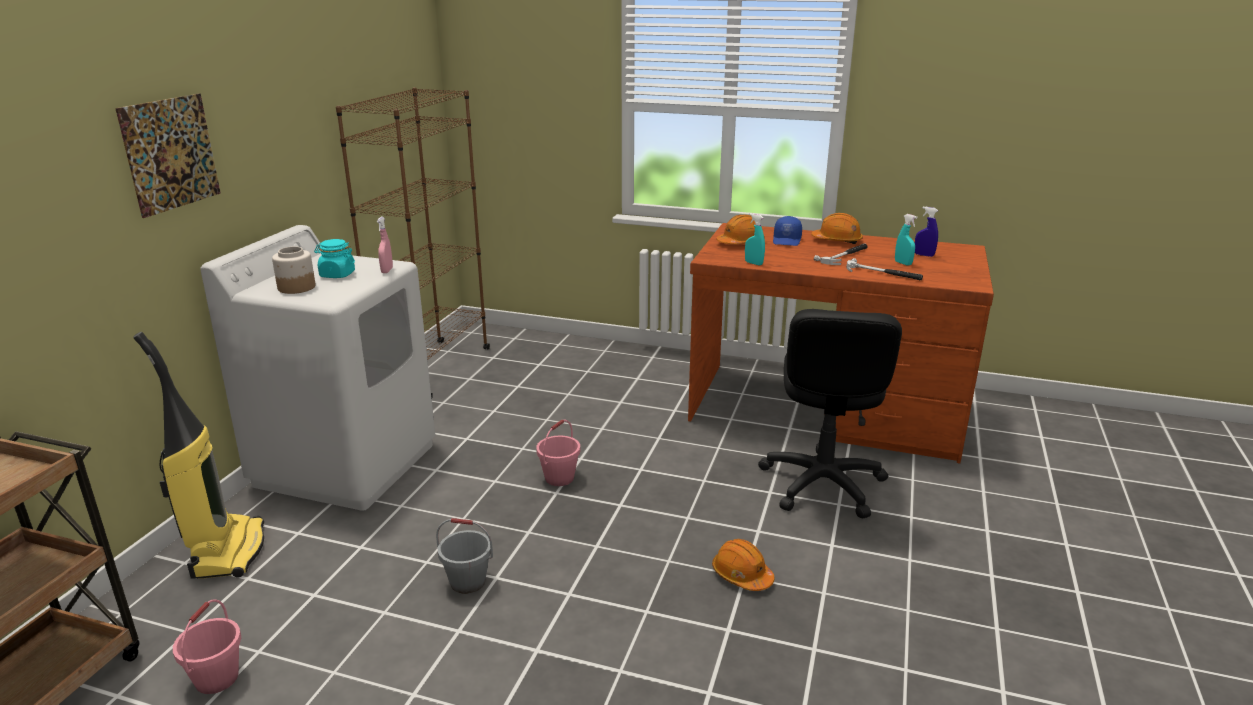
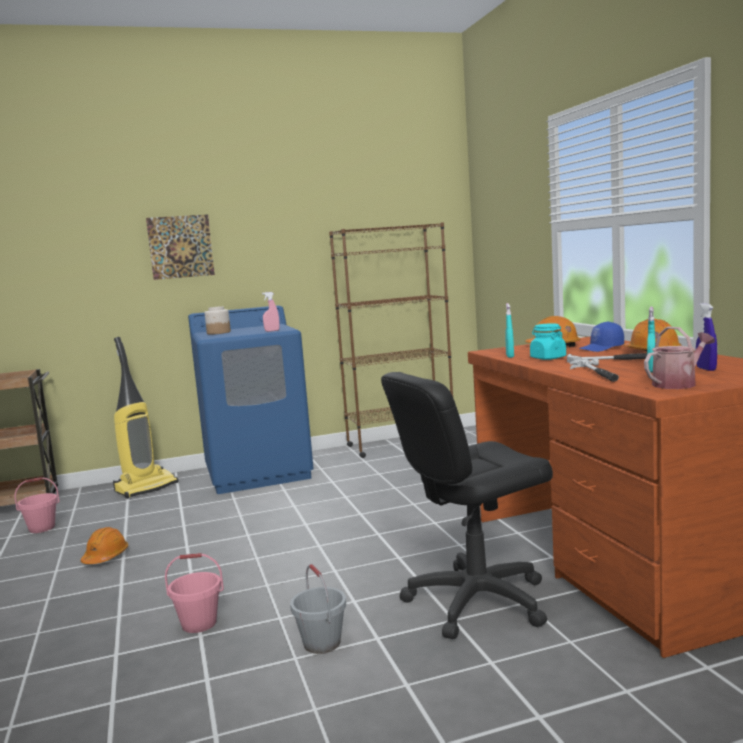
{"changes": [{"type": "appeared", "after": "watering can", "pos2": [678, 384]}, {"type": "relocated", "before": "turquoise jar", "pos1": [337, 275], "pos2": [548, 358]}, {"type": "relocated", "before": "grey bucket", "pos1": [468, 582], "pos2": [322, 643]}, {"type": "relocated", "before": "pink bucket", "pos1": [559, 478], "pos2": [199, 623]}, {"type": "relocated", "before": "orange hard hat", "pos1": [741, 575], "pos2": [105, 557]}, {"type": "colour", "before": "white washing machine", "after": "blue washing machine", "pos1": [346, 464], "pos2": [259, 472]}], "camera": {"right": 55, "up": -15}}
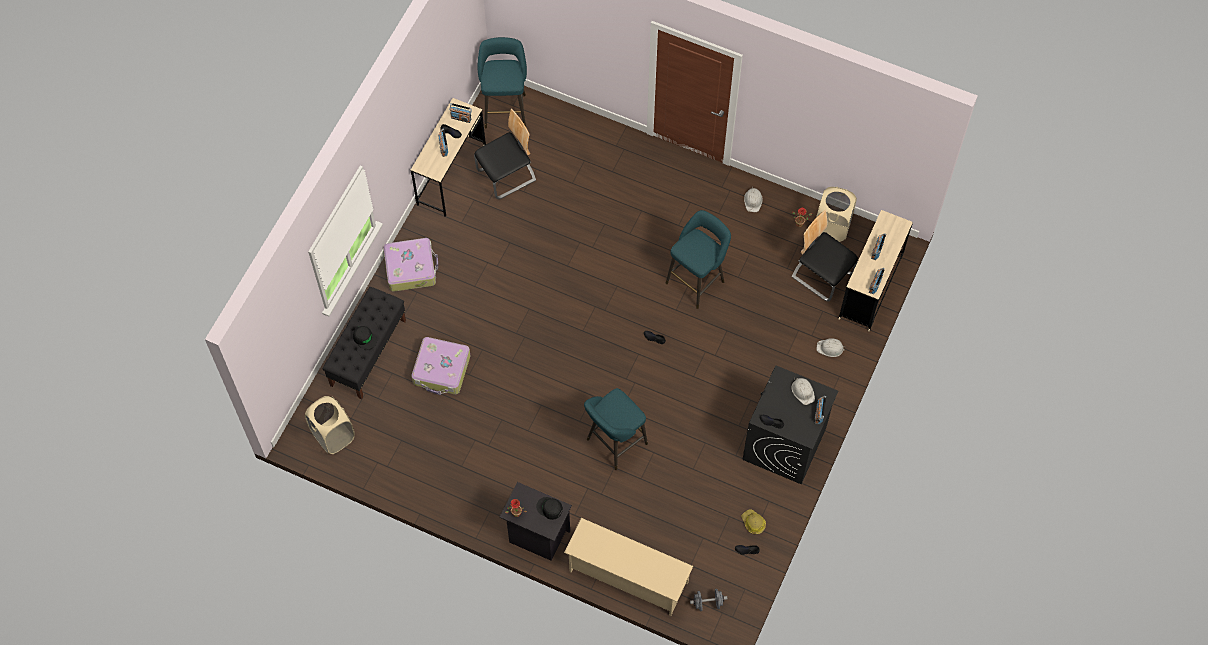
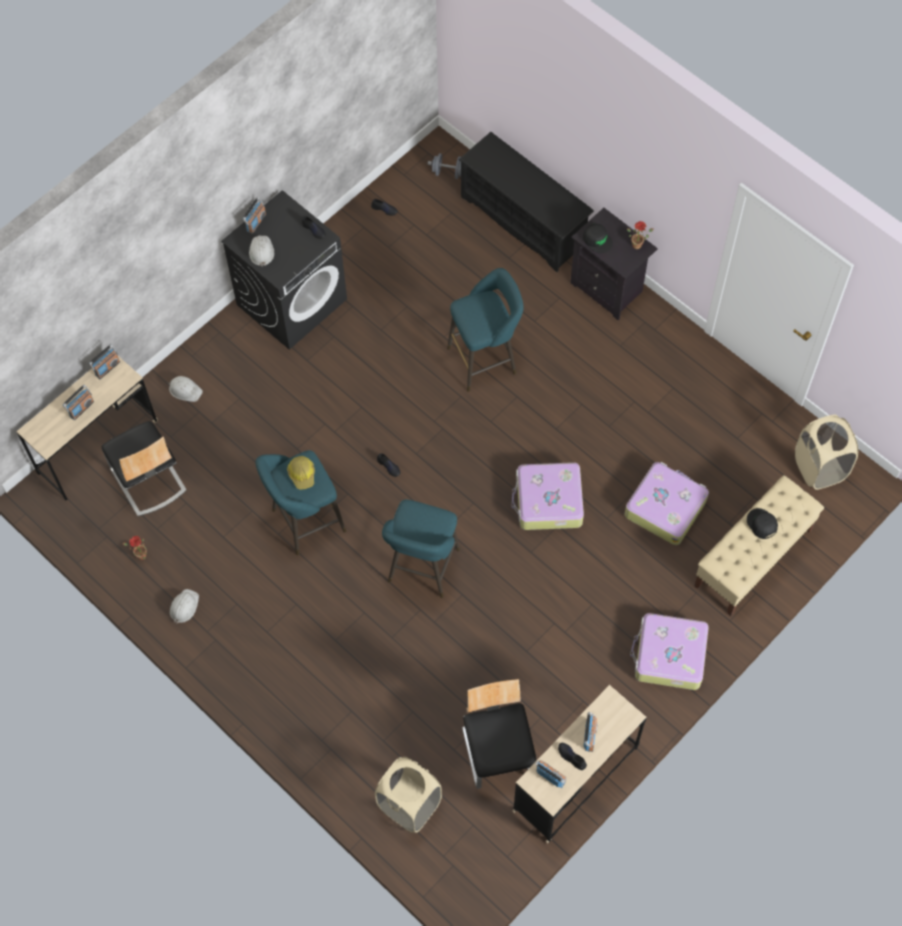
{"changes": [{"type": "appeared", "after": "suitcase", "pos2": [548, 501]}, {"type": "relocated", "before": "turquoise stool", "pos1": [505, 108], "pos2": [422, 569]}, {"type": "relocated", "before": "hard hat", "pos1": [753, 523], "pos2": [302, 474]}, {"type": "relocated", "before": "beige laundry basket", "pos1": [832, 227], "pos2": [409, 805]}, {"type": "colour", "before": "black bench", "after": "beige bench", "pos1": [368, 352], "pos2": [753, 558]}, {"type": "colour", "before": "beige shoe rack", "after": "black shoe rack", "pos1": [627, 577], "pos2": [524, 220]}, {"type": "spun", "before": "chair", "pos1": [507, 176], "pos2": [498, 752], "turn": 90}], "camera": {"right": -160, "up": 0}}
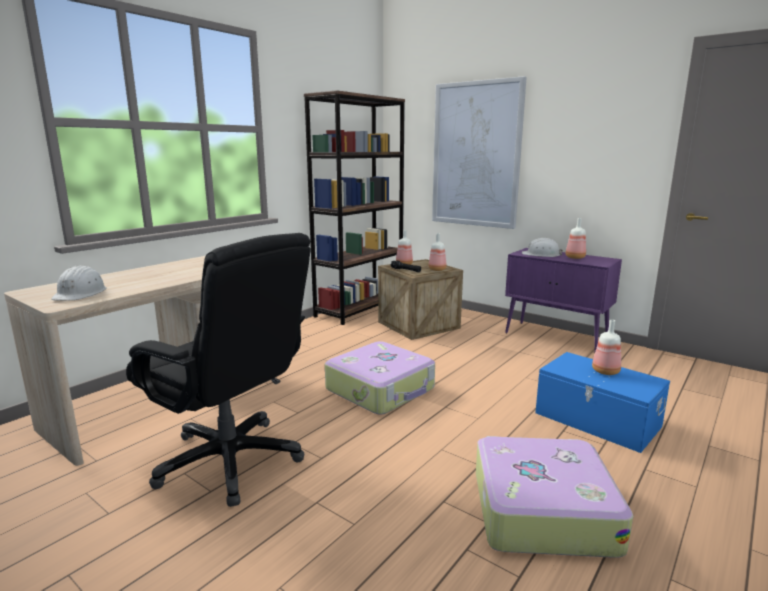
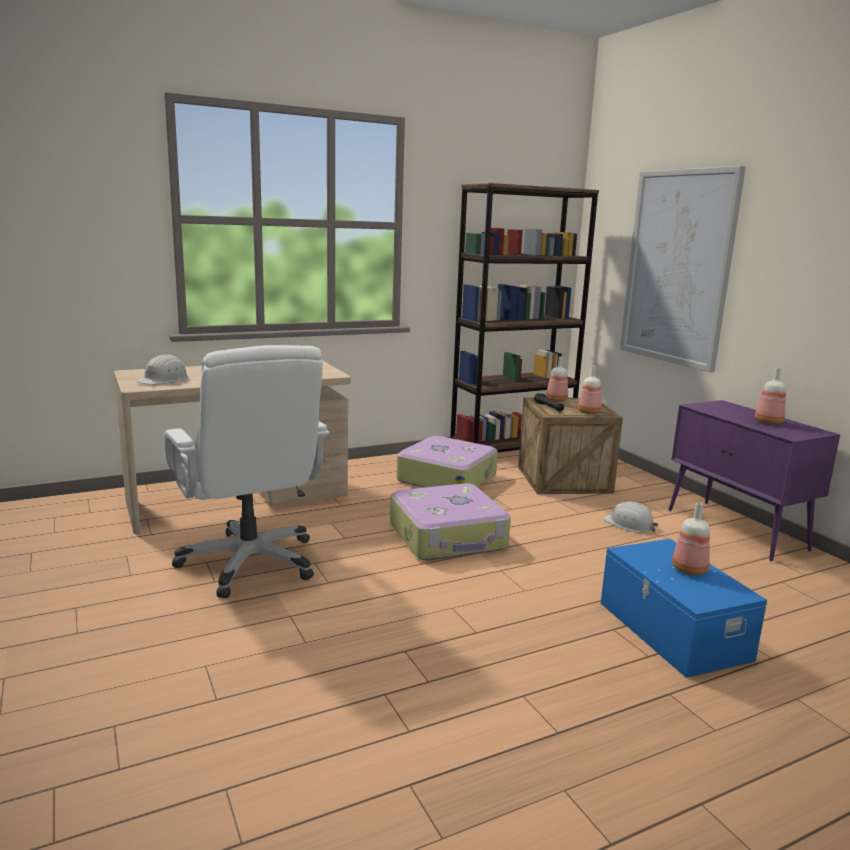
{"changes": [{"type": "relocated", "before": "suitcase", "pos1": [541, 509], "pos2": [446, 478]}, {"type": "relocated", "before": "white hard hat", "pos1": [541, 254], "pos2": [629, 524]}, {"type": "colour", "before": "black office chair", "after": "white office chair", "pos1": [231, 460], "pos2": [250, 563]}], "camera": {"right": 25, "up": 0}}
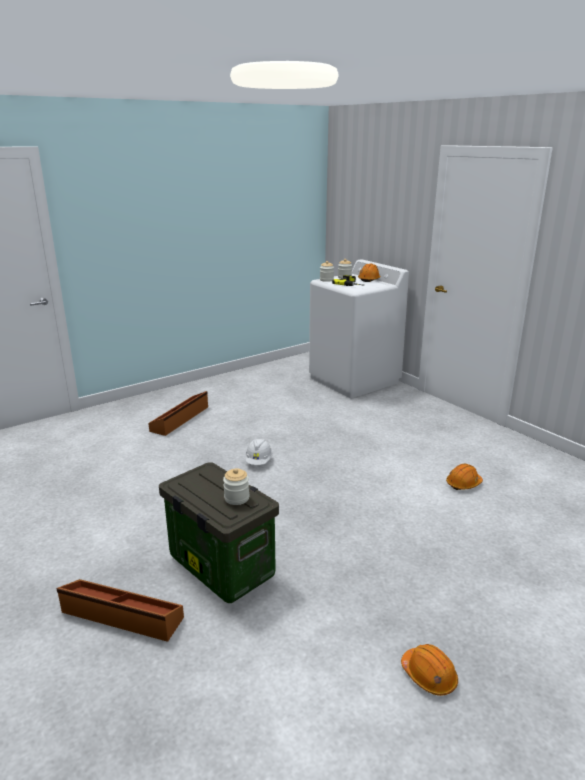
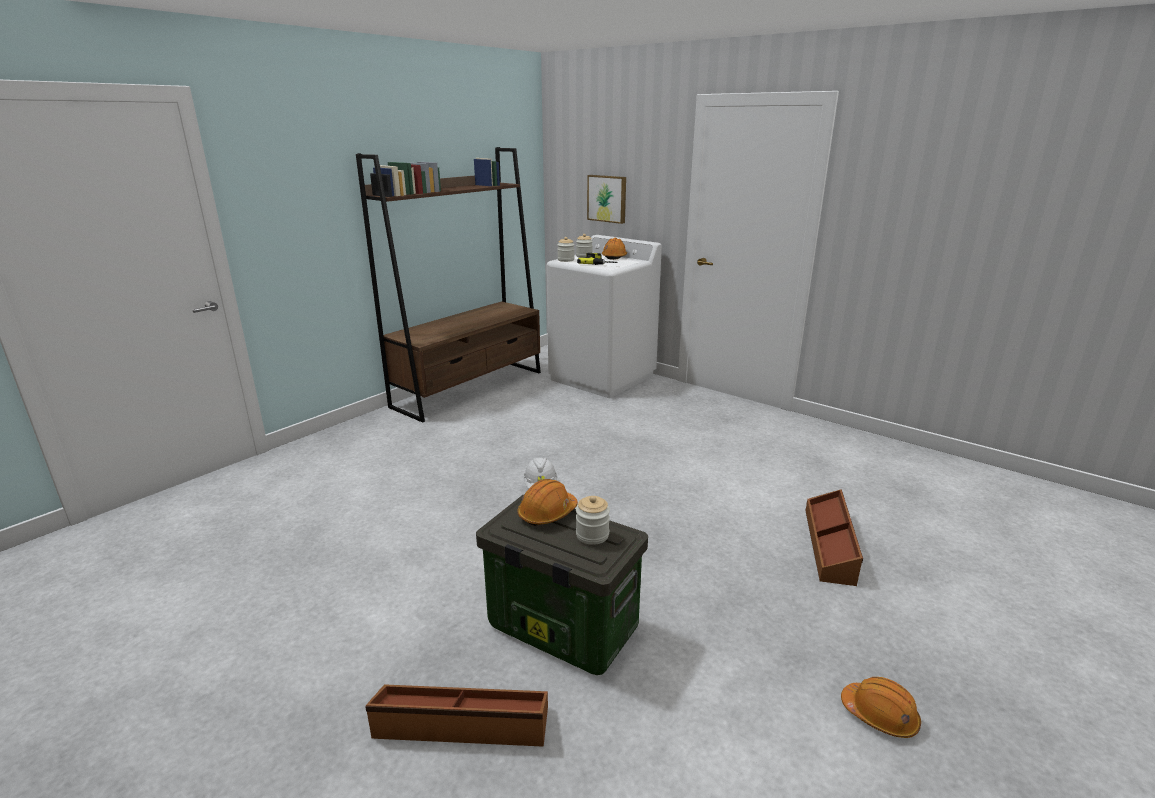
{"changes": [{"type": "appeared", "after": "brown bookcase", "pos2": [469, 389]}, {"type": "appeared", "after": "picture", "pos2": [607, 198]}, {"type": "relocated", "before": "brown storage box", "pos1": [180, 419], "pos2": [830, 545]}, {"type": "relocated", "before": "orange hard hat", "pos1": [463, 484], "pos2": [547, 513]}], "camera": {"right": -15, "up": 0}}
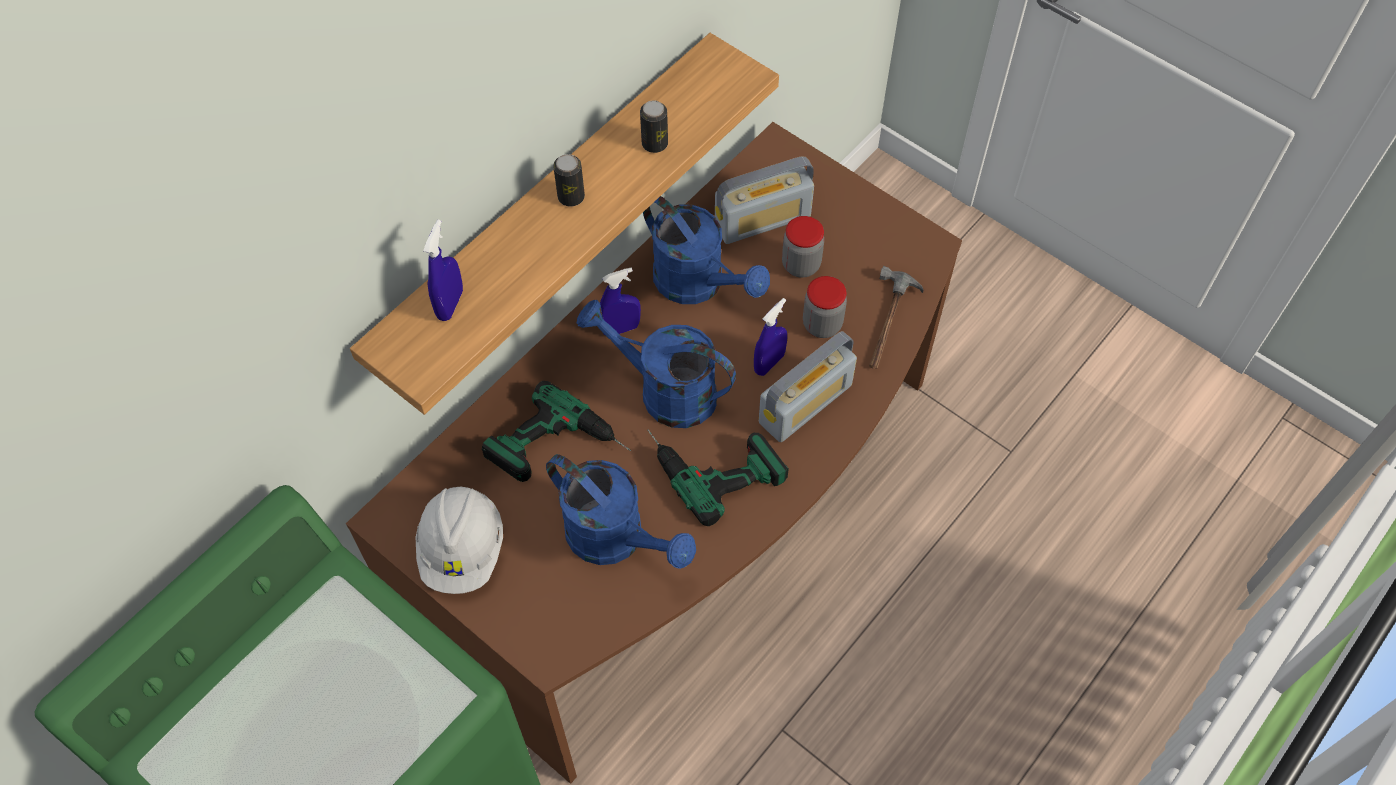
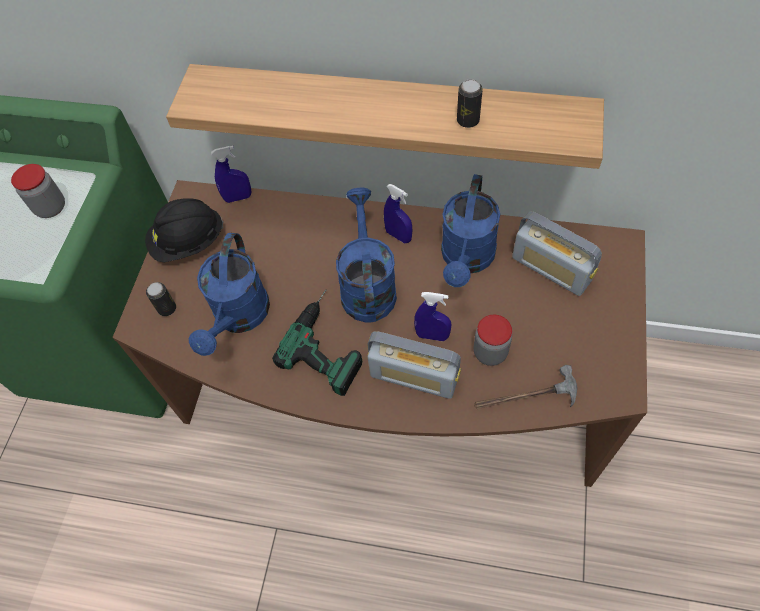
{"changes": [{"type": "missing", "before": "power drill", "pos1": [561, 451]}, {"type": "relocated", "before": "blue spray bottle", "pos1": [450, 304], "pos2": [238, 198]}, {"type": "relocated", "before": "can", "pos1": [571, 197], "pos2": [167, 308]}, {"type": "relocated", "before": "jar", "pos1": [801, 265], "pos2": [51, 208]}, {"type": "colour", "before": "white hard hat", "after": "black hard hat", "pos1": [463, 550], "pos2": [188, 243]}], "camera": {"right": 65, "up": 0}}
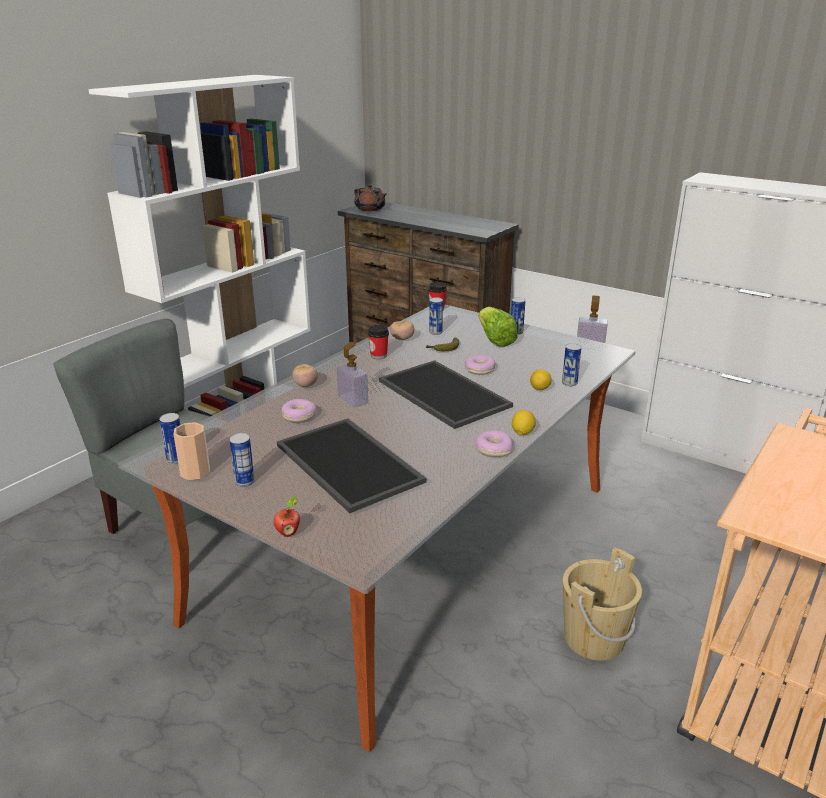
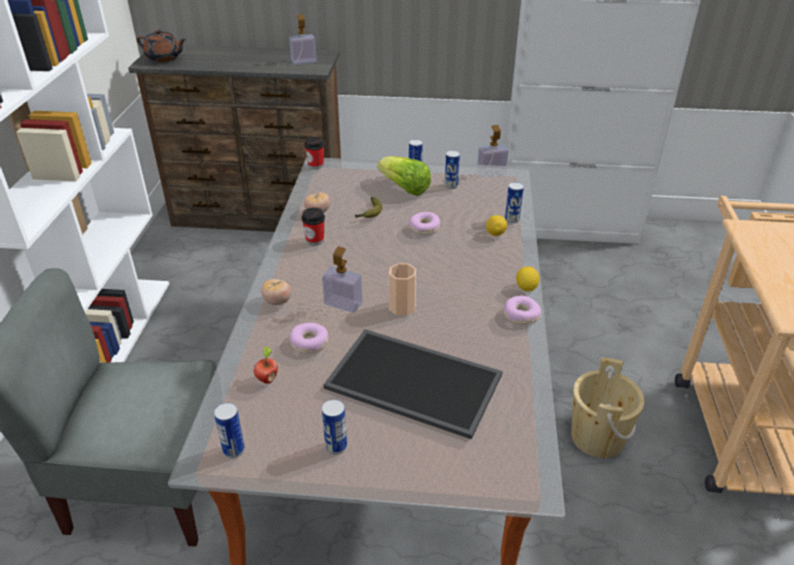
{"changes": [{"type": "missing", "before": "tray", "pos1": [441, 394]}, {"type": "appeared", "after": "soap dispenser", "pos2": [304, 61]}, {"type": "relocated", "before": "cup", "pos1": [195, 472], "pos2": [402, 307]}, {"type": "relocated", "before": "apple", "pos1": [288, 532], "pos2": [267, 379]}, {"type": "relocated", "before": "can", "pos1": [435, 332], "pos2": [451, 185]}], "camera": {"right": -30, "up": 10}}
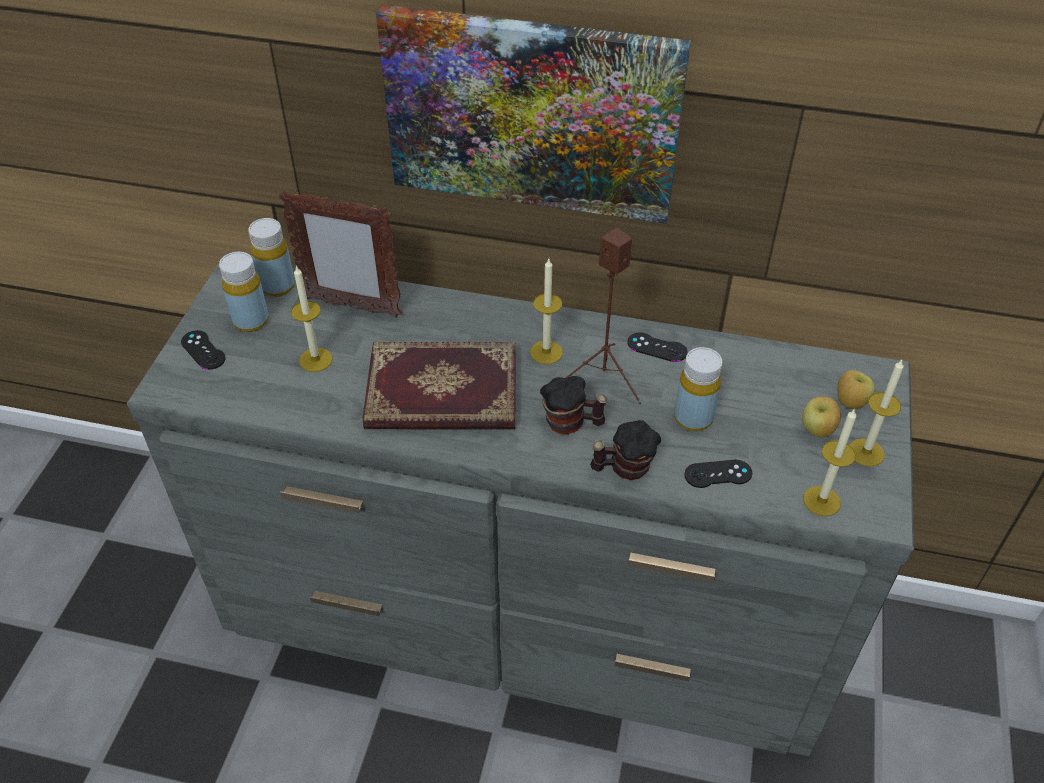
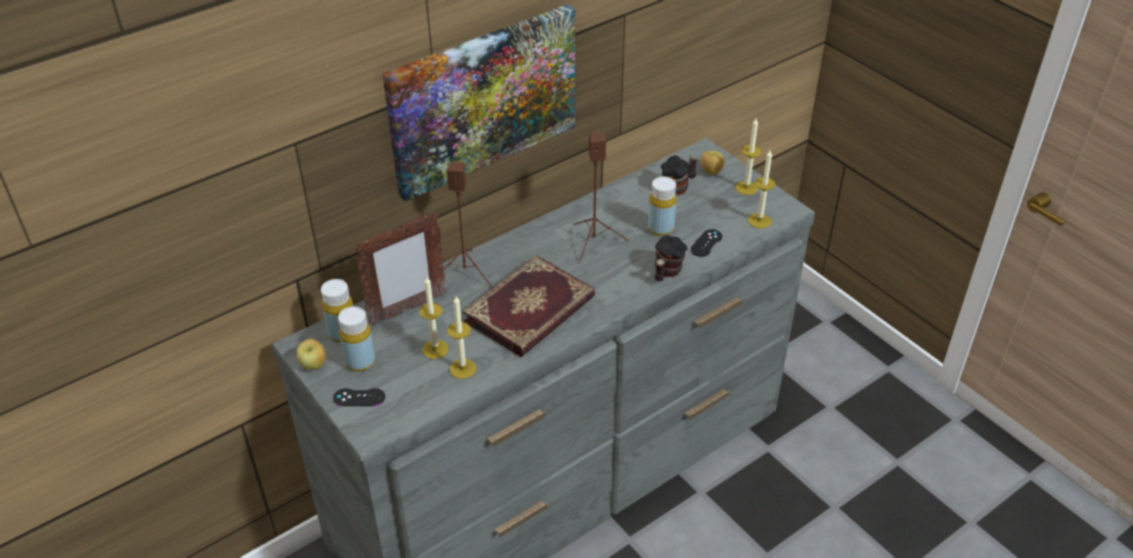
{"changes": [{"type": "missing", "before": "black game controller", "pos1": [657, 347]}, {"type": "appeared", "after": "brown speaker", "pos2": [466, 273]}, {"type": "relocated", "before": "candle", "pos1": [546, 352], "pos2": [462, 368]}, {"type": "relocated", "before": "mug", "pos1": [571, 423], "pos2": [678, 187]}, {"type": "relocated", "before": "apple", "pos1": [817, 430], "pos2": [314, 365]}], "camera": {"right": -50, "up": -5}}
